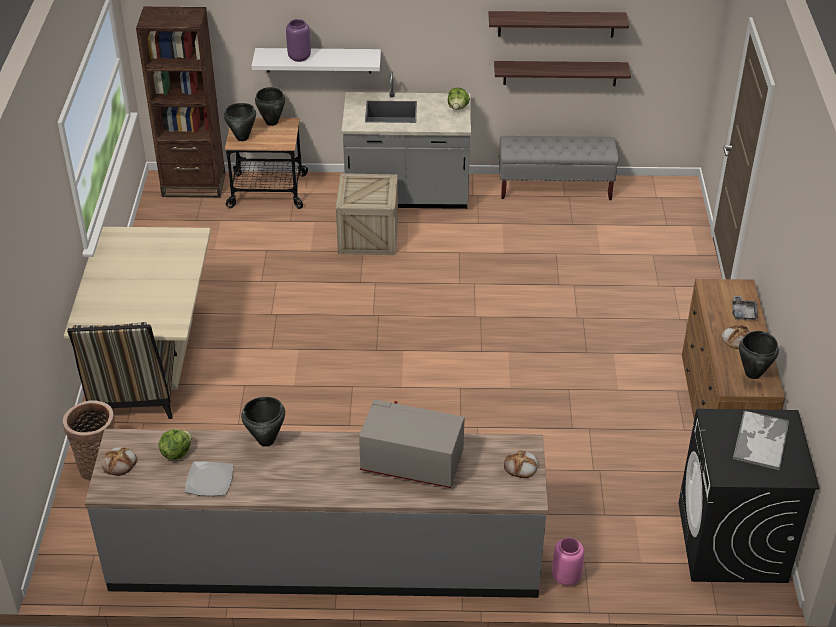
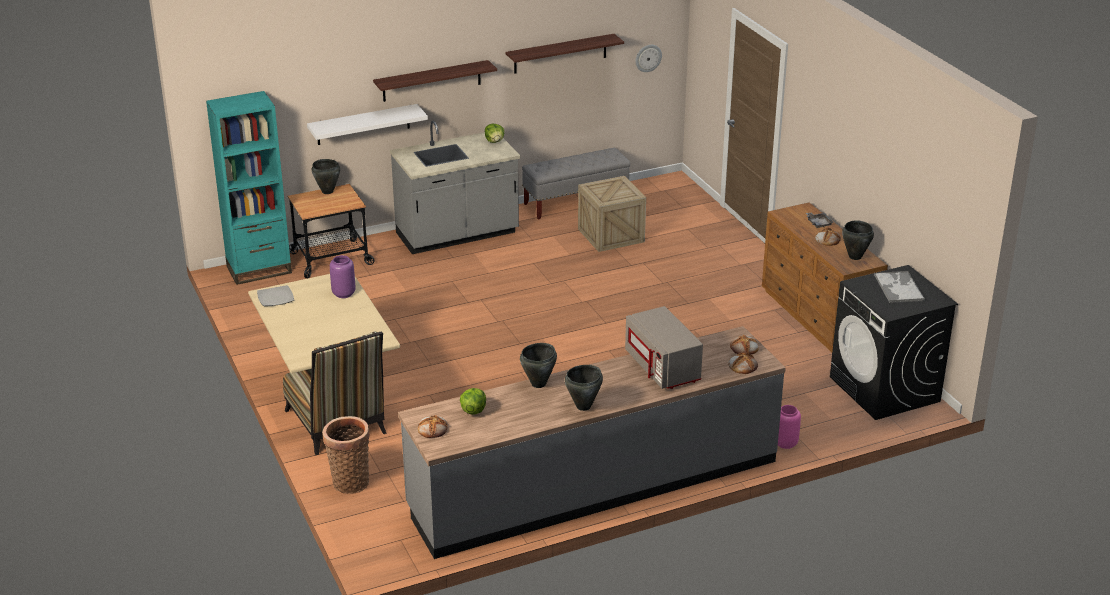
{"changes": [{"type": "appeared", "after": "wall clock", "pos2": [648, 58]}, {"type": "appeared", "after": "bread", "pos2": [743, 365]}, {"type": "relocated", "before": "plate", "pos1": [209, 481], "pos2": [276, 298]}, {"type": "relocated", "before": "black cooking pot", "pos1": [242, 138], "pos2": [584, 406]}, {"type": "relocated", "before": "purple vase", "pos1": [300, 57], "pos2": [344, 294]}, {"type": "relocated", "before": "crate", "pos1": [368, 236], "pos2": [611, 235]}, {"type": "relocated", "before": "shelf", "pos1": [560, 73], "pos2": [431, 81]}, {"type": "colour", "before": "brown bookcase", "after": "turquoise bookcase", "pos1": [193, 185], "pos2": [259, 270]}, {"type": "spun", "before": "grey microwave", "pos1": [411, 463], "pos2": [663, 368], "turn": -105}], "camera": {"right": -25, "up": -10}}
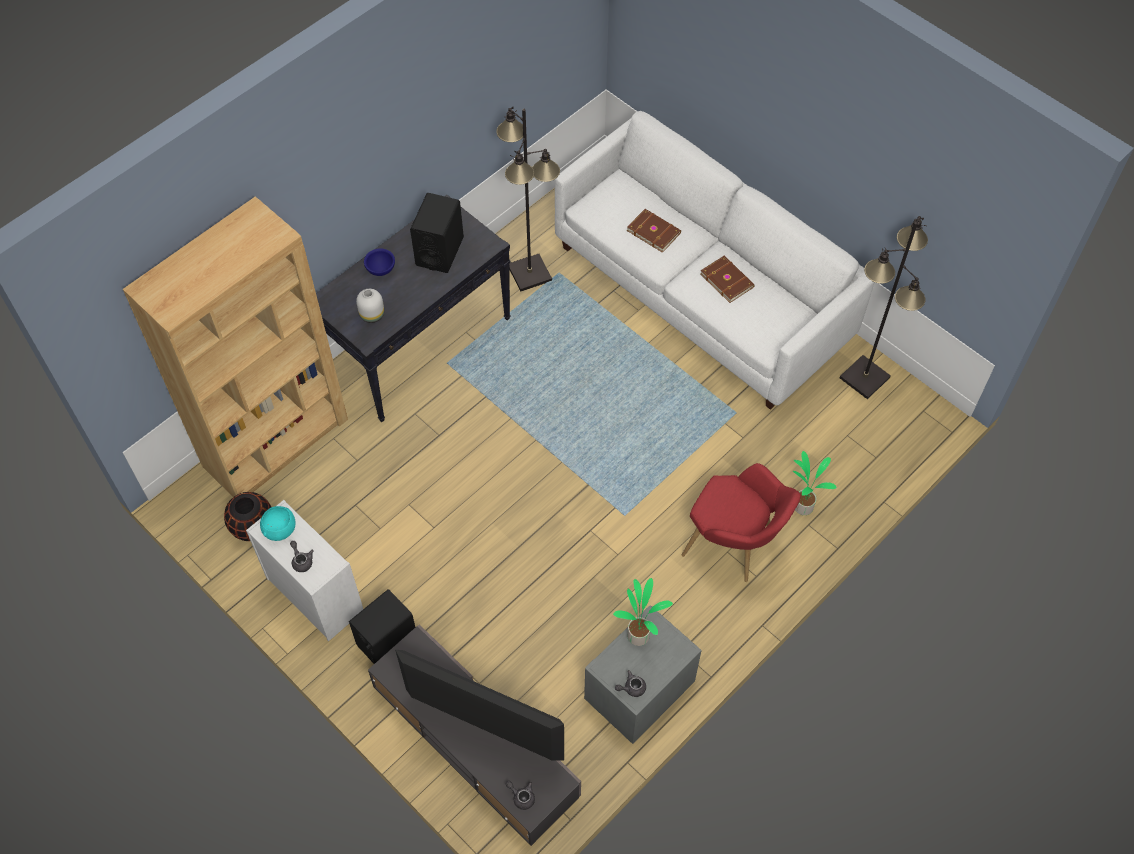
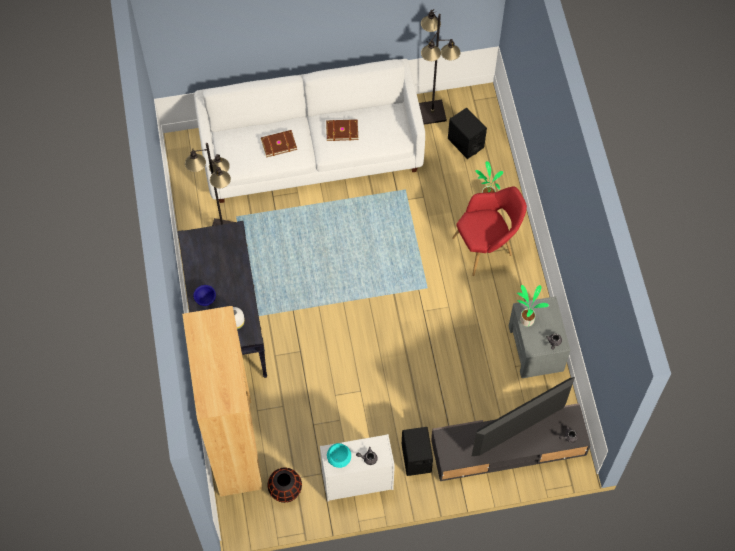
{"changes": [{"type": "relocated", "before": "black speaker", "pos1": [439, 251], "pos2": [465, 143]}], "camera": {"right": -55, "up": 5}}
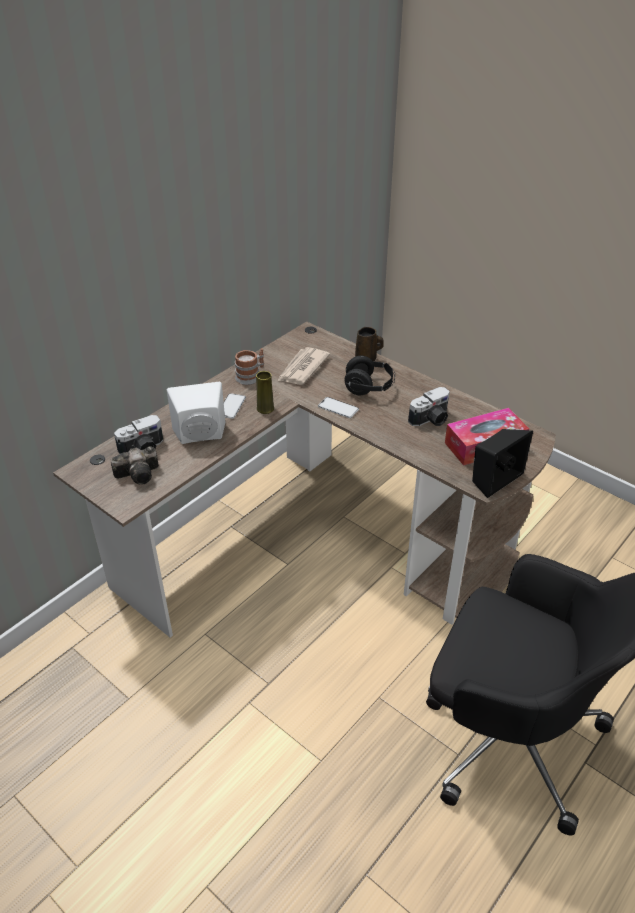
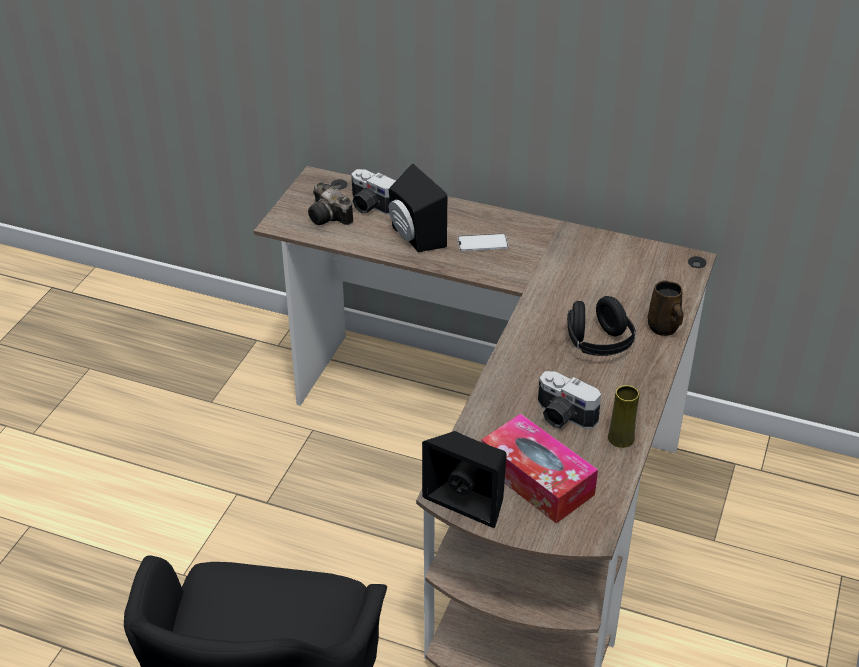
{"changes": [{"type": "missing", "before": "mug", "pos1": [251, 376]}, {"type": "missing", "before": "newspaper", "pos1": [302, 368]}, {"type": "missing", "before": "phone", "pos1": [338, 408]}, {"type": "relocated", "before": "yellow vase", "pos1": [265, 409], "pos2": [621, 438]}, {"type": "colour", "before": "white speaker", "after": "black speaker", "pos1": [200, 437], "pos2": [413, 237]}], "camera": {"right": 70, "up": 0}}
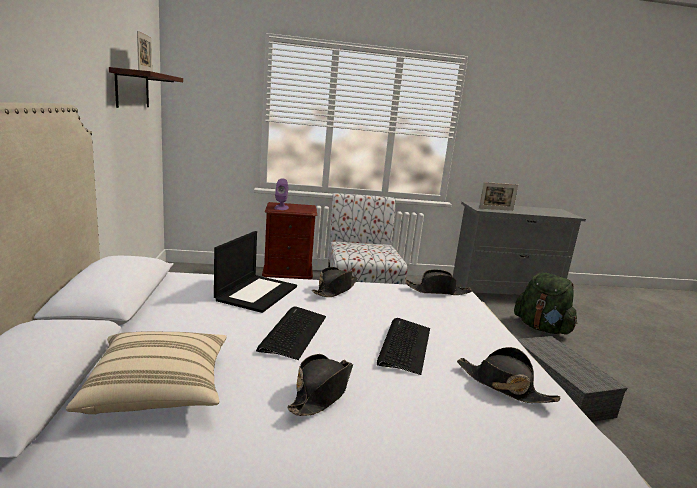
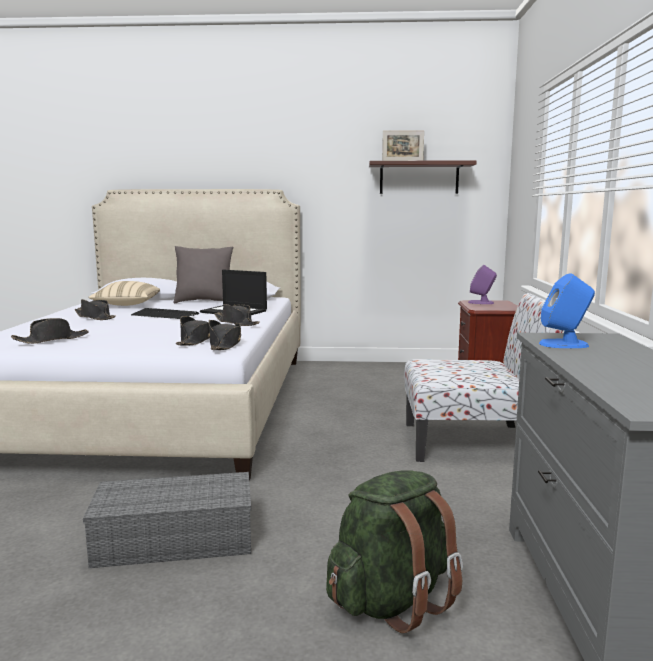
{"changes": [{"type": "missing", "before": "keyboard", "pos1": [404, 345]}, {"type": "appeared", "after": "grey pillow", "pos2": [204, 302]}, {"type": "appeared", "after": "black hat", "pos2": [196, 340]}, {"type": "exchanged", "before": "picture frame", "after": "blue speaker", "pos1": [496, 209], "pos2": [564, 344]}], "camera": {"right": 100, "up": -5}}
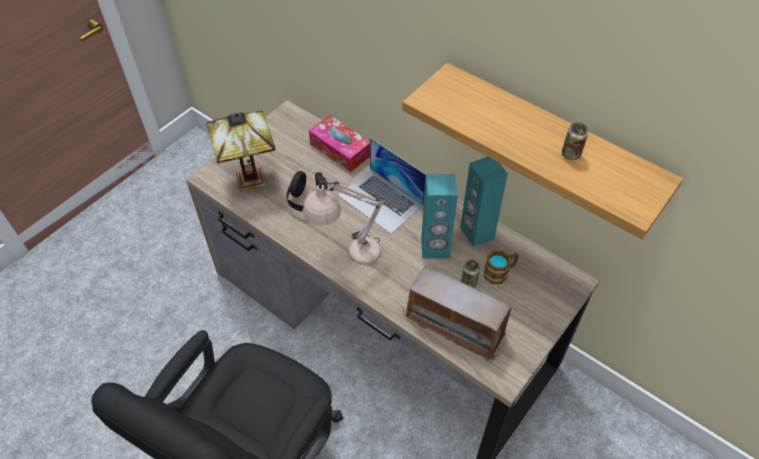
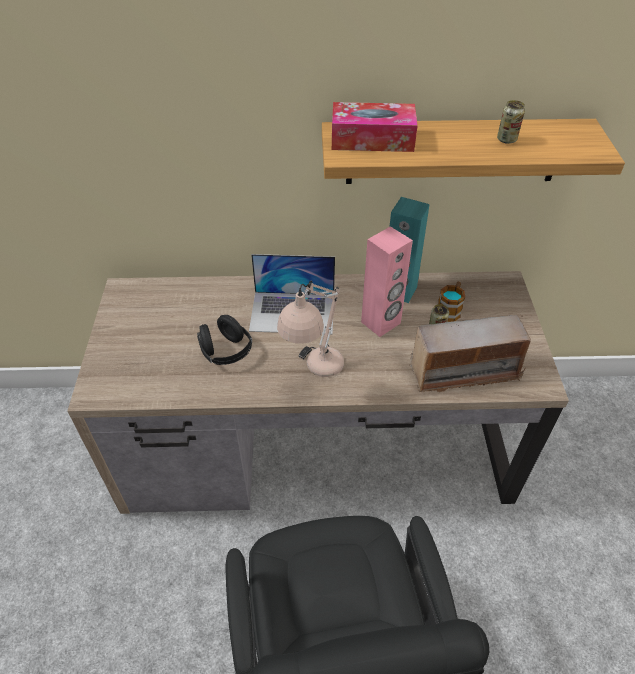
{"changes": [{"type": "missing", "before": "table lamp", "pos1": [249, 181]}, {"type": "relocated", "before": "tissue box", "pos1": [340, 150], "pos2": [372, 139]}, {"type": "colour", "before": "turquoise speaker", "after": "pink speaker", "pos1": [435, 248], "pos2": [381, 323]}], "camera": {"right": -40, "up": -5}}
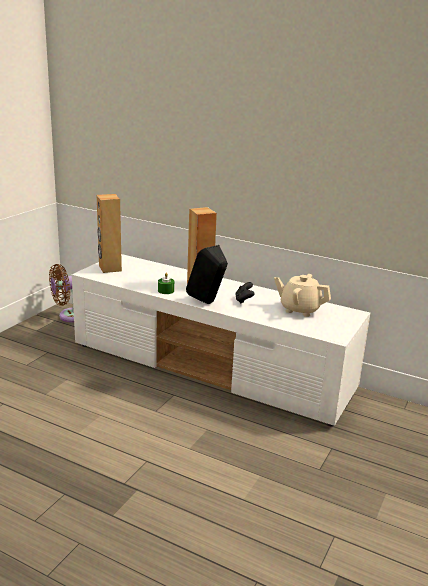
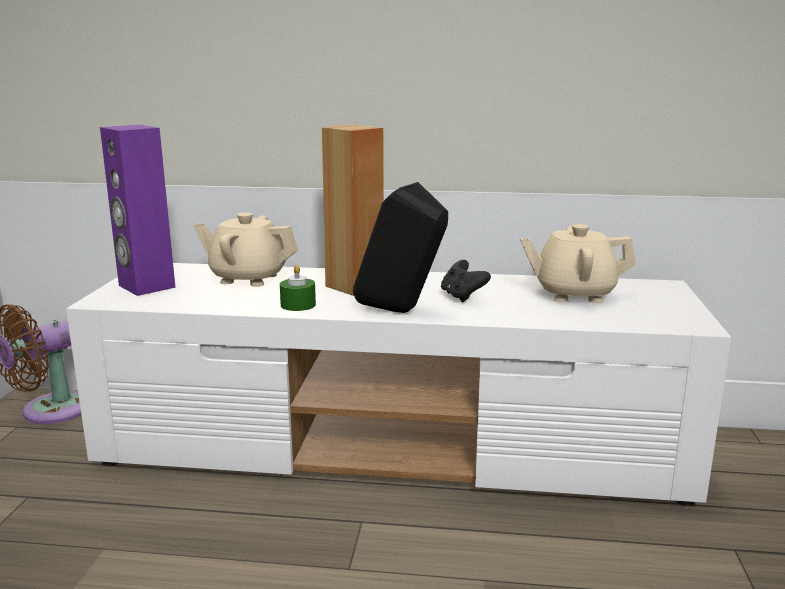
{"changes": [{"type": "appeared", "after": "beige teapot", "pos2": [248, 278]}, {"type": "colour", "before": "brown speaker", "after": "purple speaker", "pos1": [109, 268], "pos2": [146, 286]}], "camera": {"right": -20, "up": -5}}
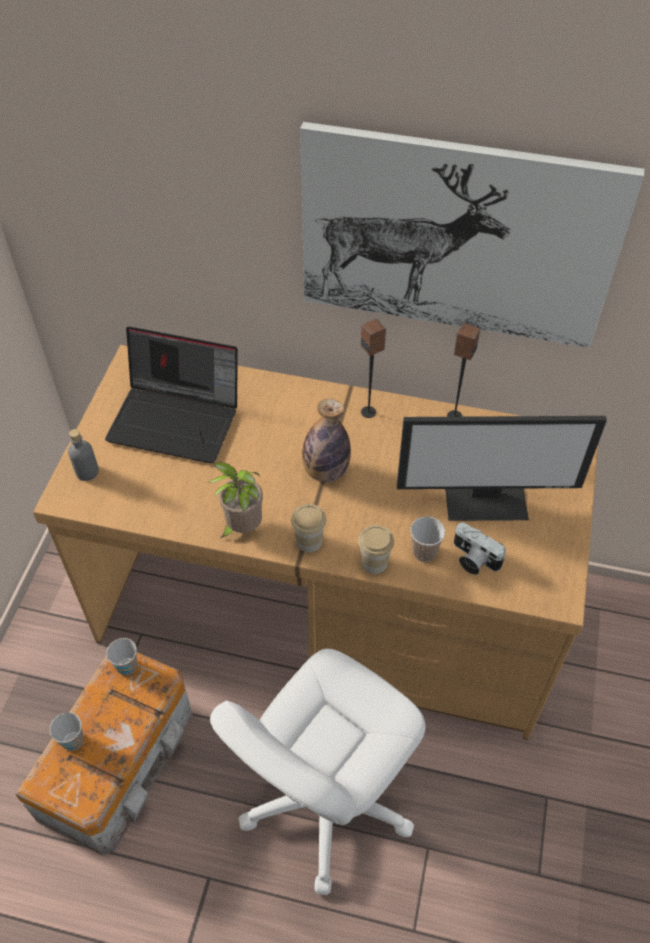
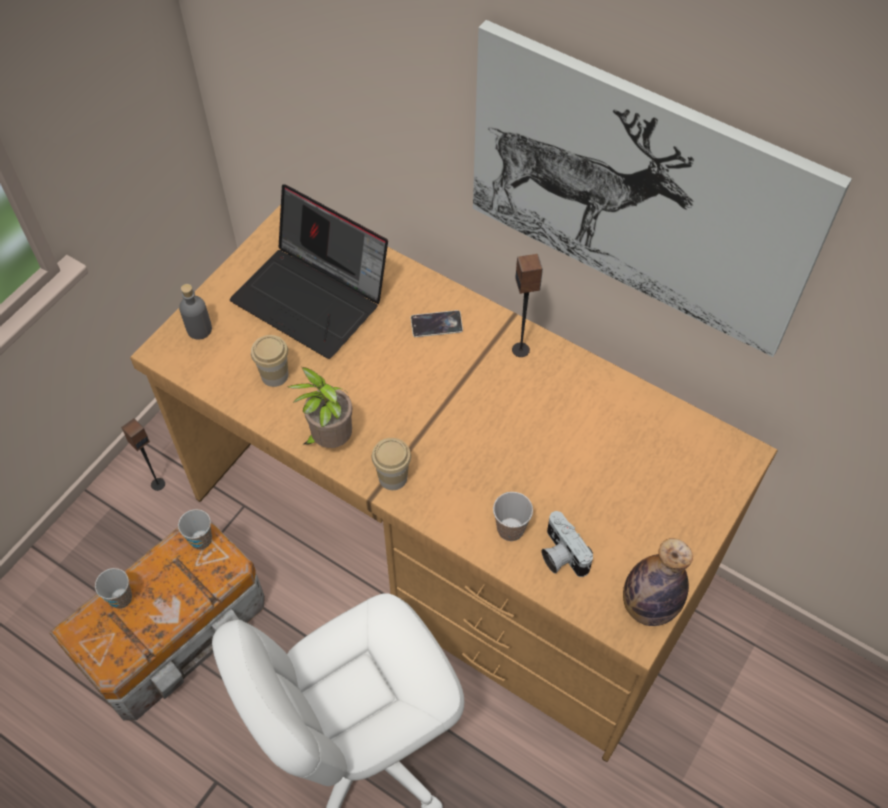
{"changes": [{"type": "missing", "before": "monitor", "pos1": [486, 499]}, {"type": "appeared", "after": "phone", "pos2": [436, 326]}, {"type": "relocated", "before": "bottle", "pos1": [325, 471], "pos2": [648, 606]}, {"type": "relocated", "before": "cup", "pos1": [374, 562], "pos2": [274, 375]}, {"type": "relocated", "before": "speaker", "pos1": [454, 416], "pos2": [157, 484]}], "camera": {"right": 20, "up": 5}}
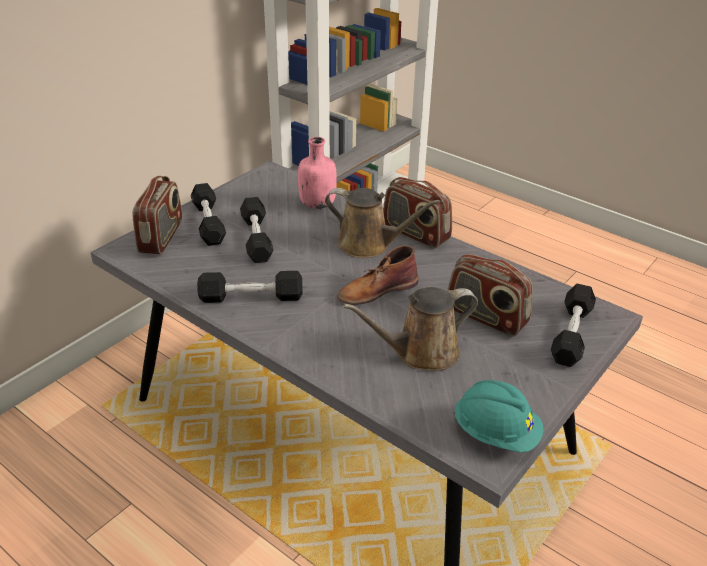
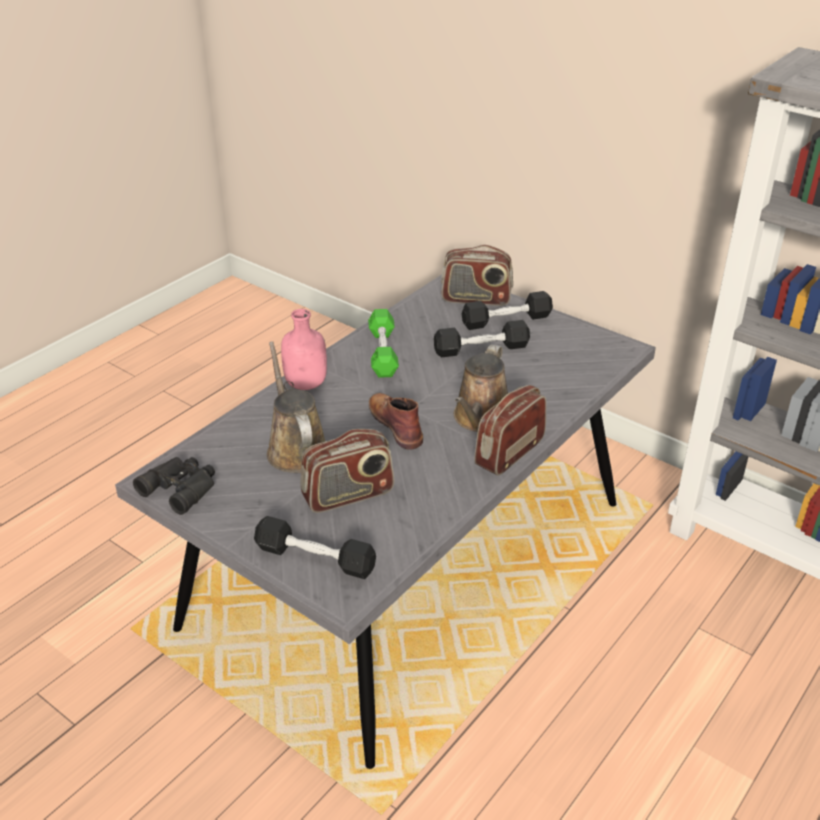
{"changes": [{"type": "relocated", "before": "pink bottle", "pos1": [317, 204], "pos2": [307, 384]}, {"type": "exchanged", "before": "turquoise hard hat", "after": "black binoculars", "pos1": [496, 433], "pos2": [182, 487]}, {"type": "colour", "before": "black dumbbell", "after": "green dumbbell", "pos1": [251, 297], "pos2": [383, 352]}, {"type": "spun", "before": "radio", "pos1": [485, 317], "pos2": [348, 495], "turn": -150}], "camera": {"right": 90, "up": 0}}
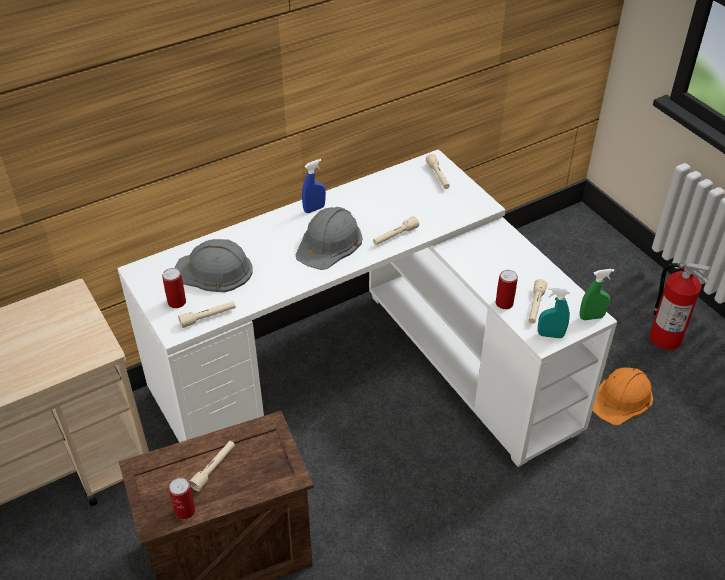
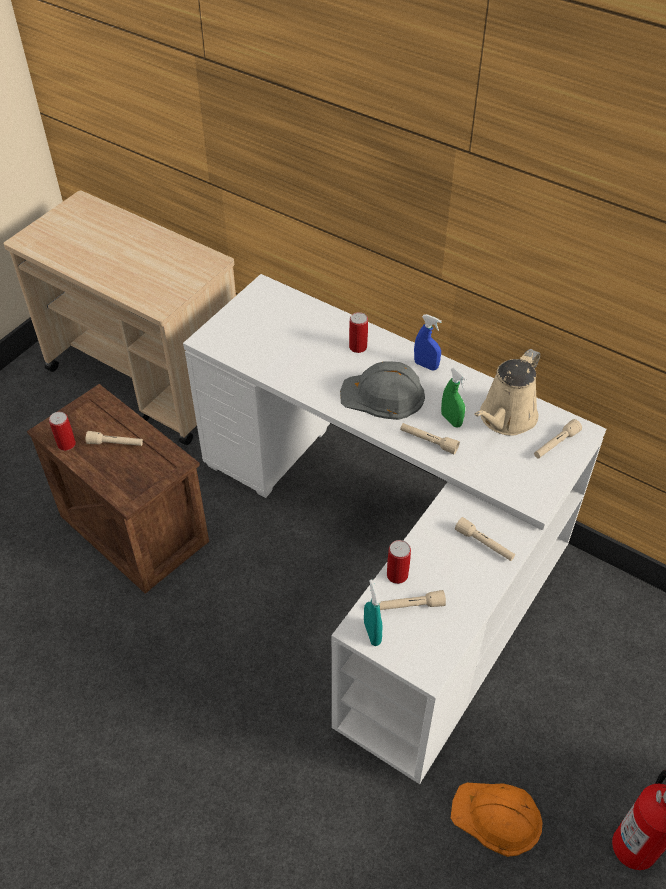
{"changes": [{"type": "missing", "before": "grey hard hat", "pos1": [214, 271]}, {"type": "appeared", "after": "beige watering can", "pos2": [505, 418]}, {"type": "relocated", "before": "can", "pos1": [177, 302], "pos2": [358, 347]}, {"type": "relocated", "before": "beige flashlight", "pos1": [208, 317], "pos2": [484, 544]}, {"type": "relocated", "before": "green spray bottle", "pos1": [591, 317], "pos2": [451, 420]}], "camera": {"right": 65, "up": 5}}
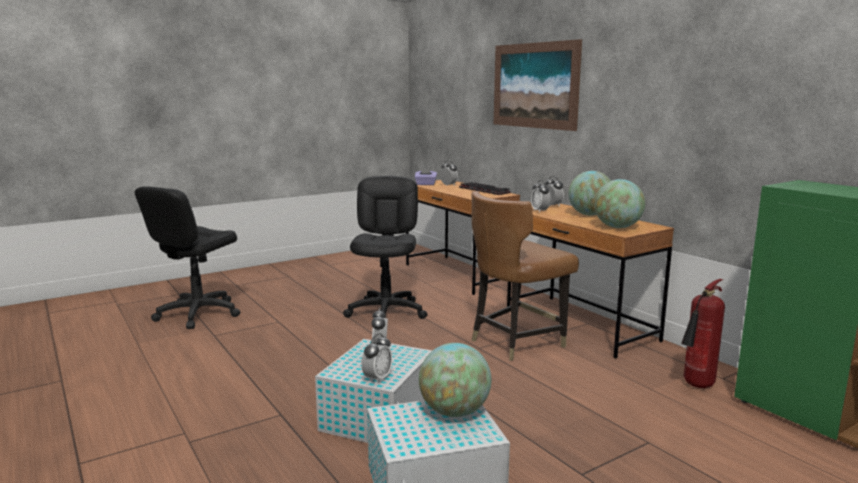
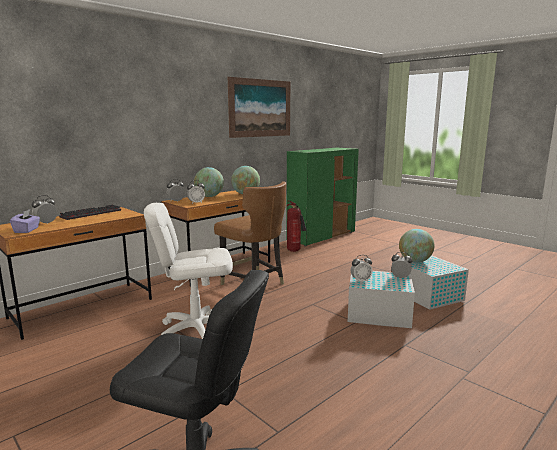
{"changes": [{"type": "relocated", "before": "picture", "pos1": [534, 85], "pos2": [260, 108]}, {"type": "colour", "before": "black office chair", "after": "white office chair", "pos1": [386, 312], "pos2": [196, 332]}], "camera": {"right": -100, "up": 0}}
